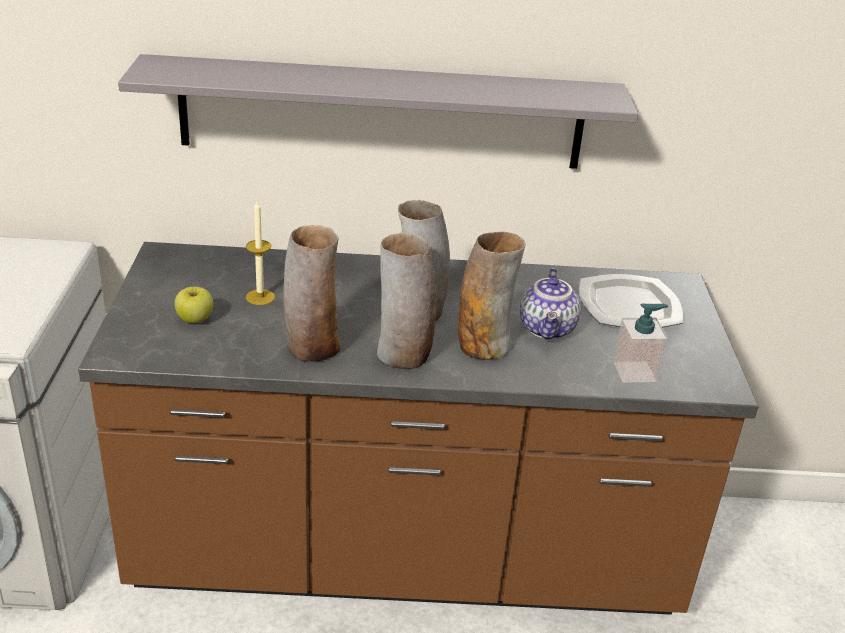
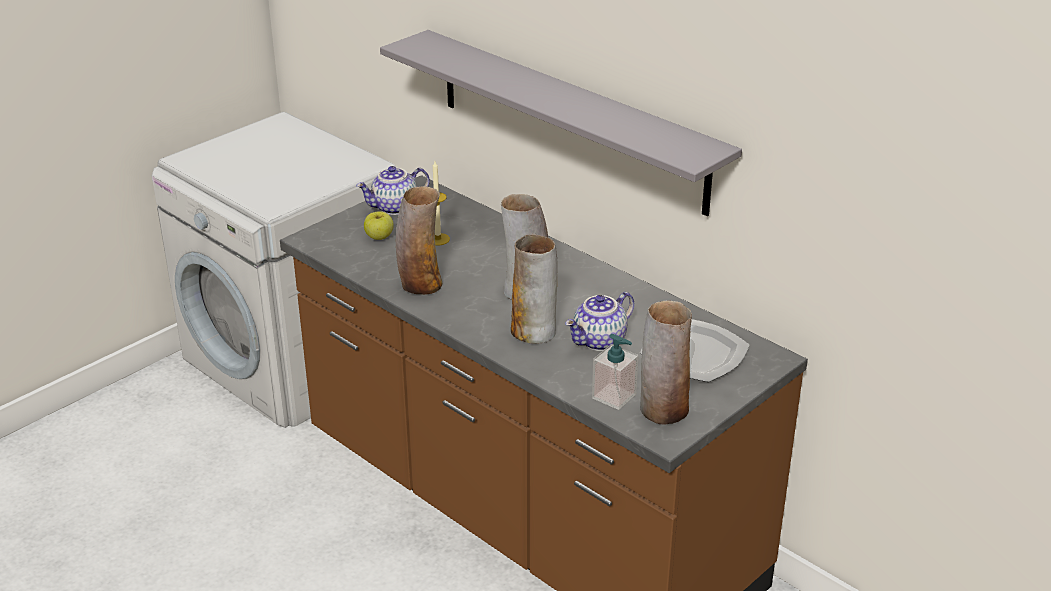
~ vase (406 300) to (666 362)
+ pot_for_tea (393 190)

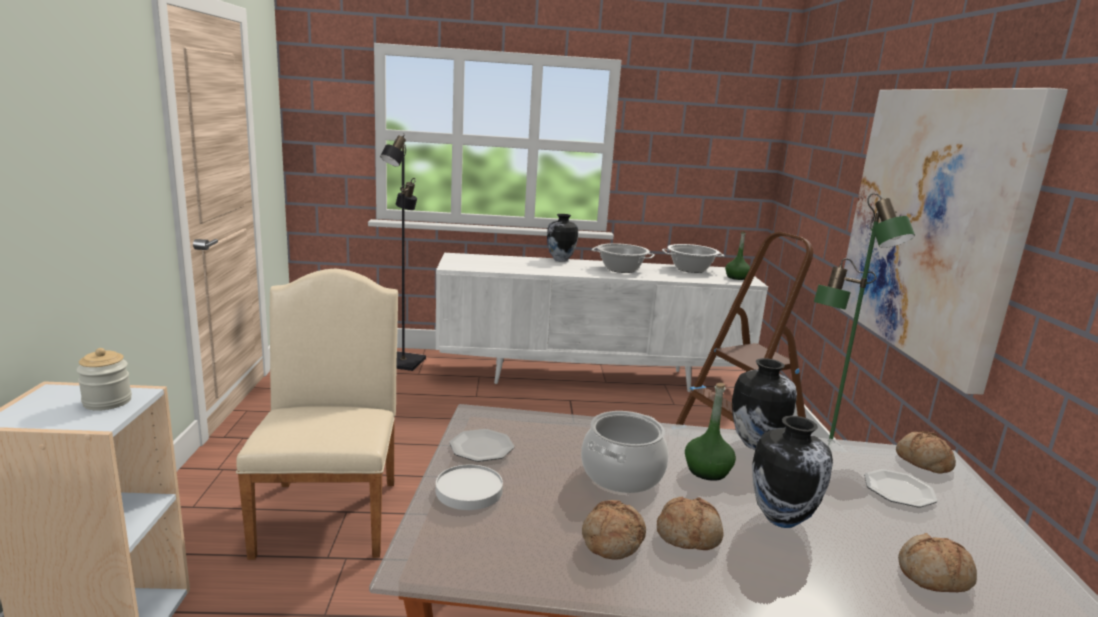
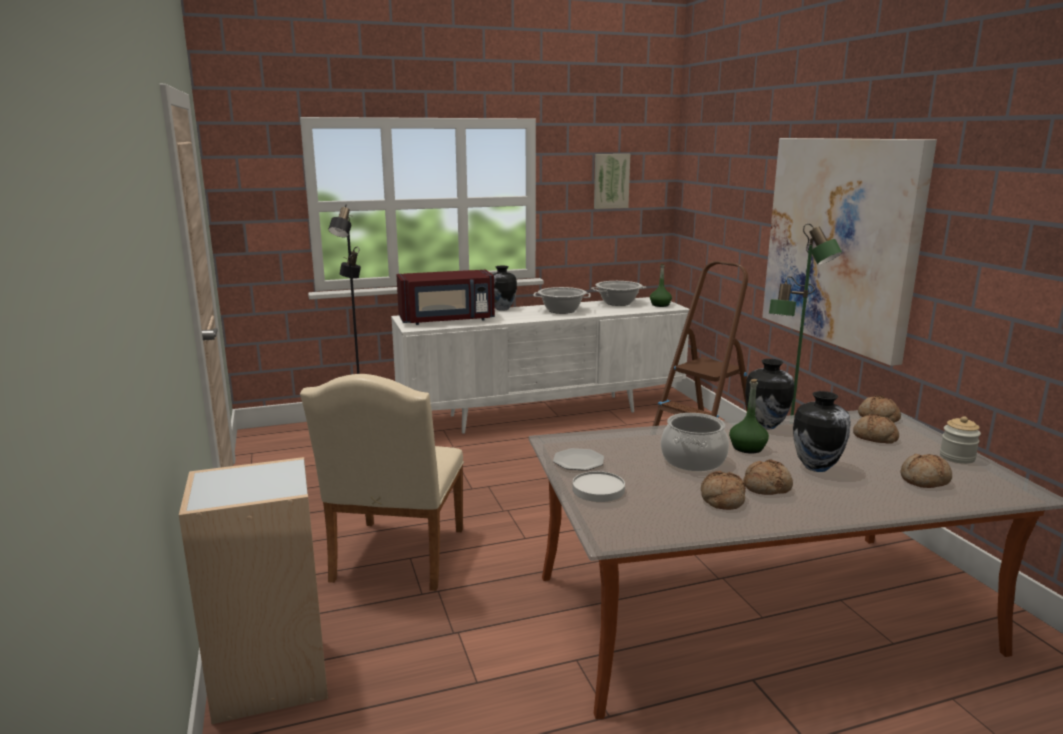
~ beige-coloured_chair (317 414) = (382 482) 150 degrees counterclockwise
~ jar (104 379) to (960 440)
~ plate (901 488) to bread (876 429)
+ wall_art (612 181)
+ red-coloured_microwave_oven (445 297)

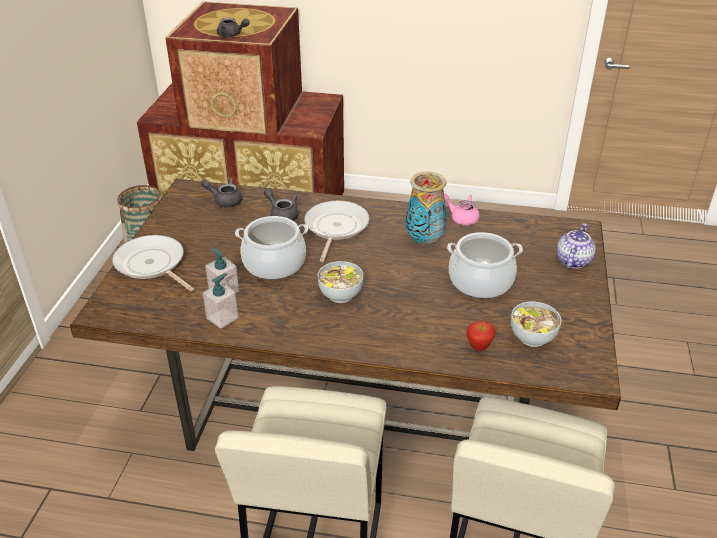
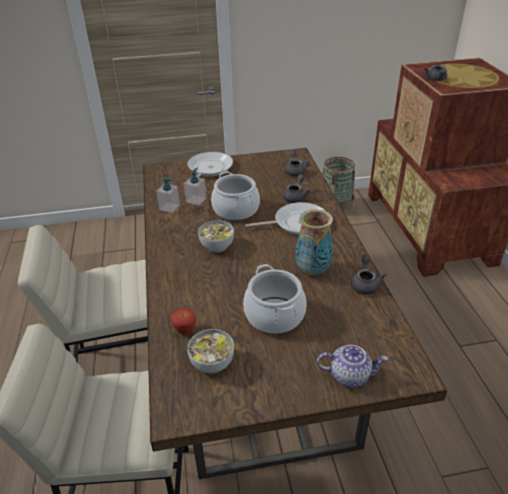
~ pink-coloured_pot_for_tea (462 209) to greyish_pot_for_tea (369 274)

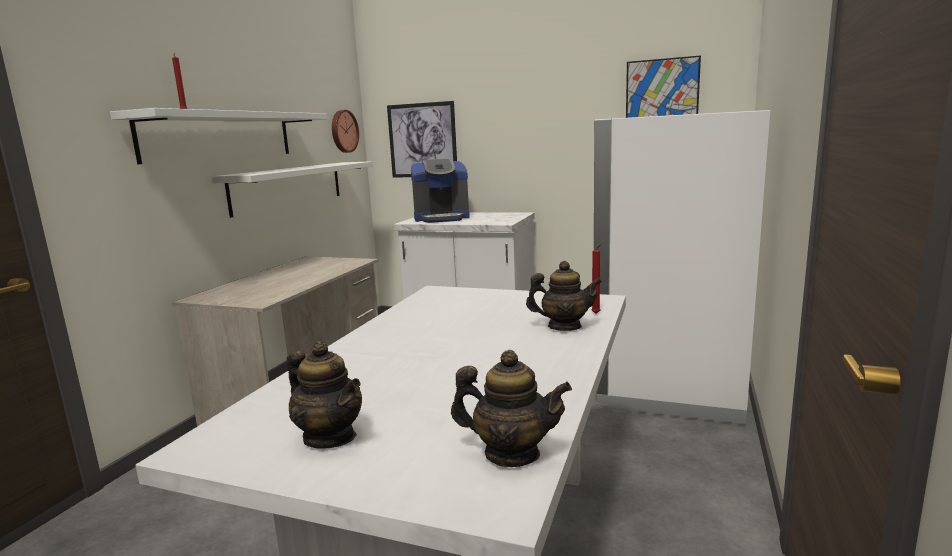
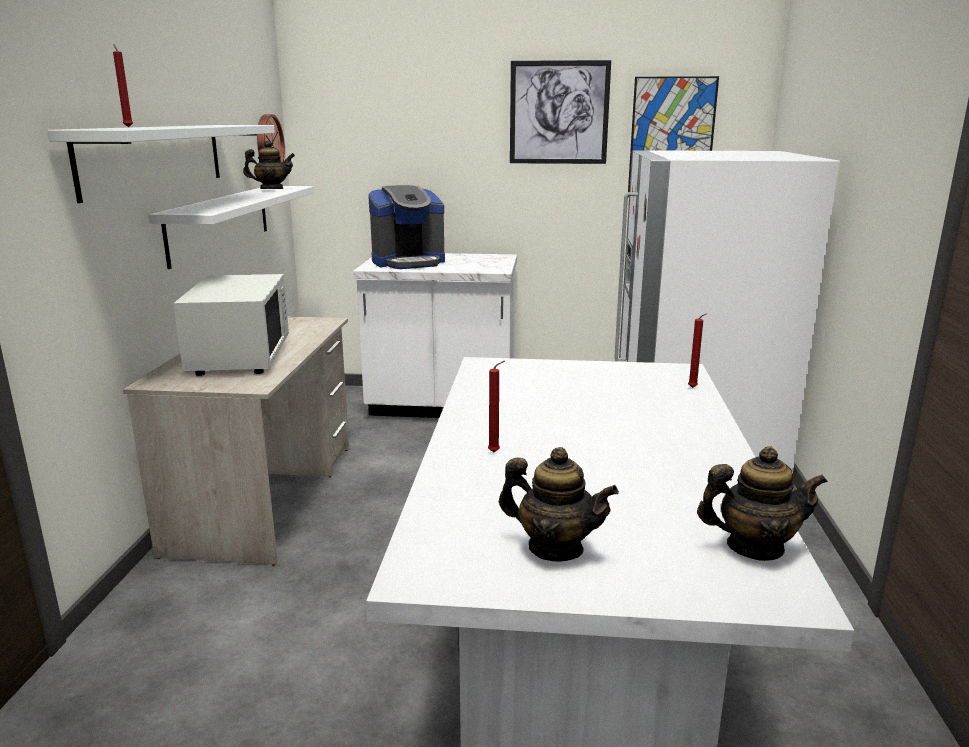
~ wall_art (422 139) to (560 112)
~ pot_for_tea (564 296) to (269 164)
+ whitish_microwave_oven (231 325)
+ red-coloured_wax_candle (496 406)

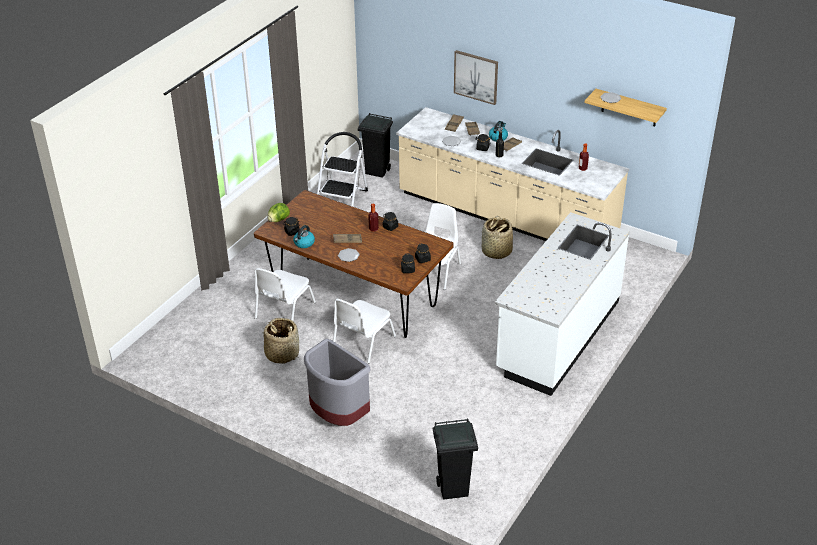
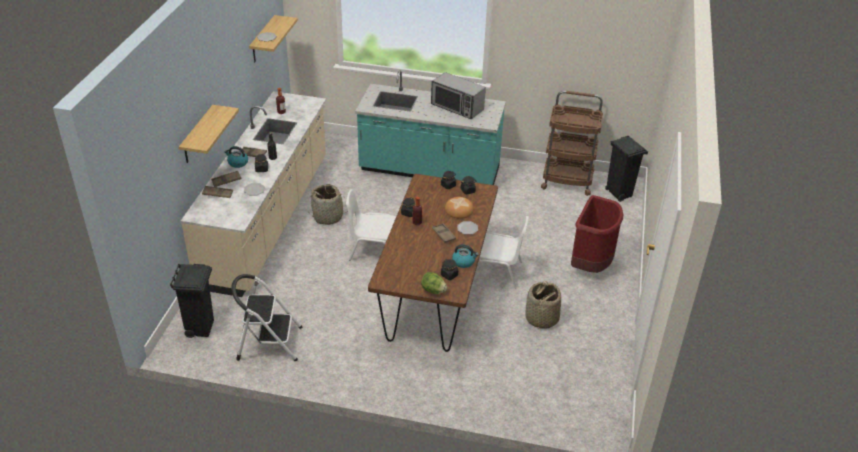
~ wall_art (476 77) to wall_shelf (209 134)
~ whitish_counter (562 304) to blue-green_counter (430 128)
- whitish_chair (285 294)
~ greyish_waste_bin (337 382) to red-coloured_waste_bin (597 234)
+ microwave_oven (458 95)
+ brown-coloured_wheeled_cart (572 143)
+ bread (459 208)

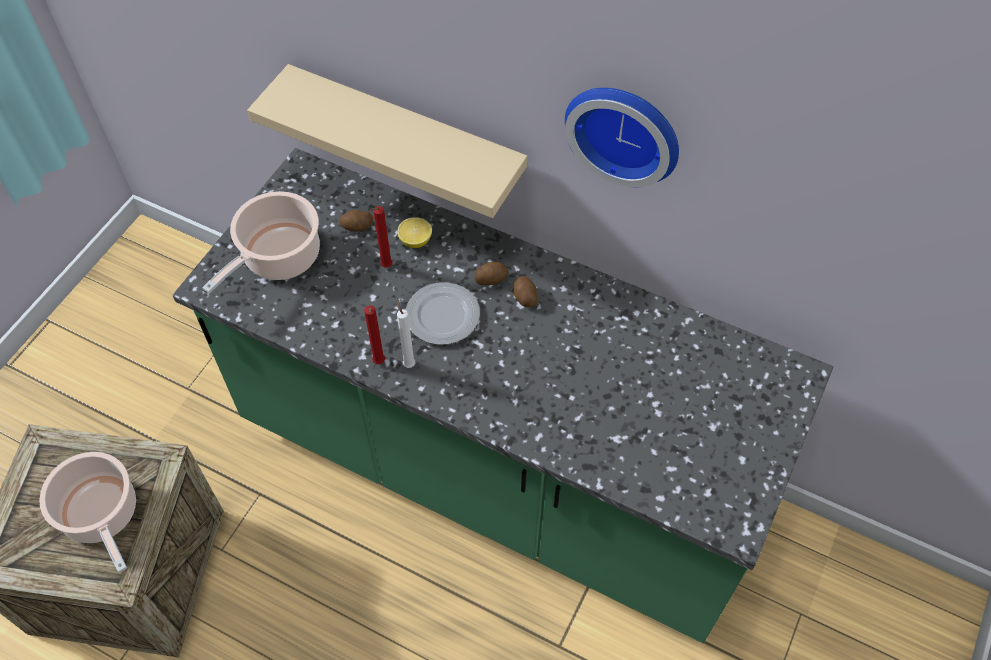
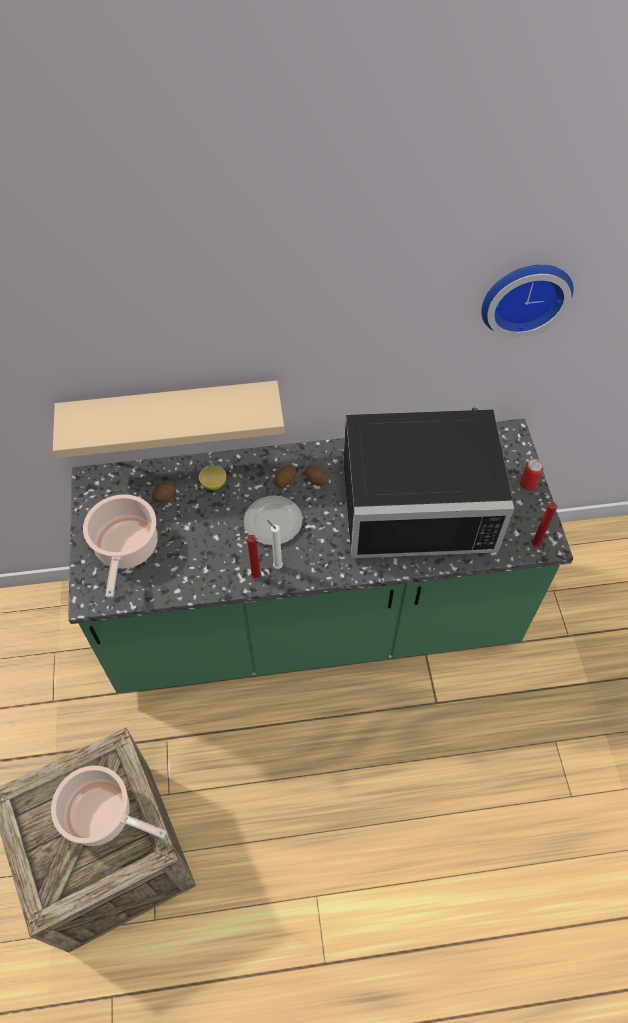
~ wall_clock (622 137) to (527 301)
~ red-coloured_wax_candle (381 237) to (544 524)
+ black_microwave_oven (429 483)
+ can (531 475)

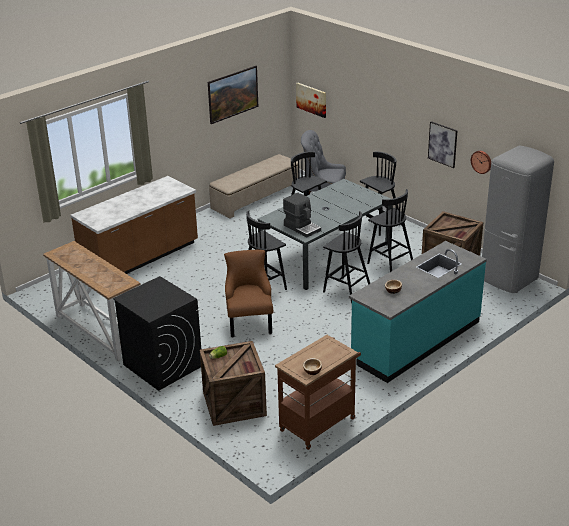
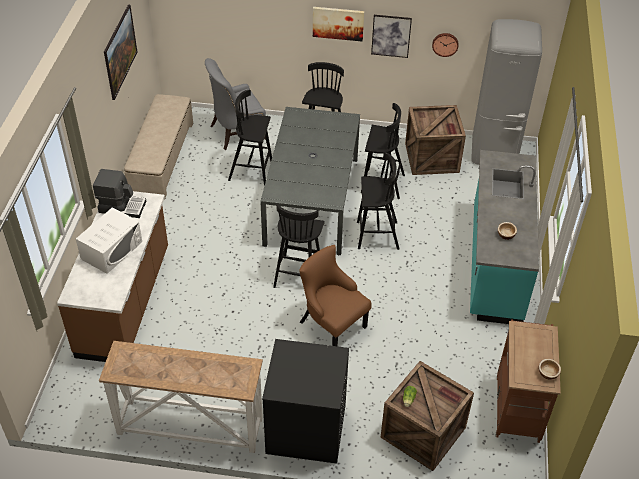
~ wall_art (311 100) to (338 24)
~ coffee_machine (302 215) to (120 193)
+ whitish_microwave_oven (109 240)

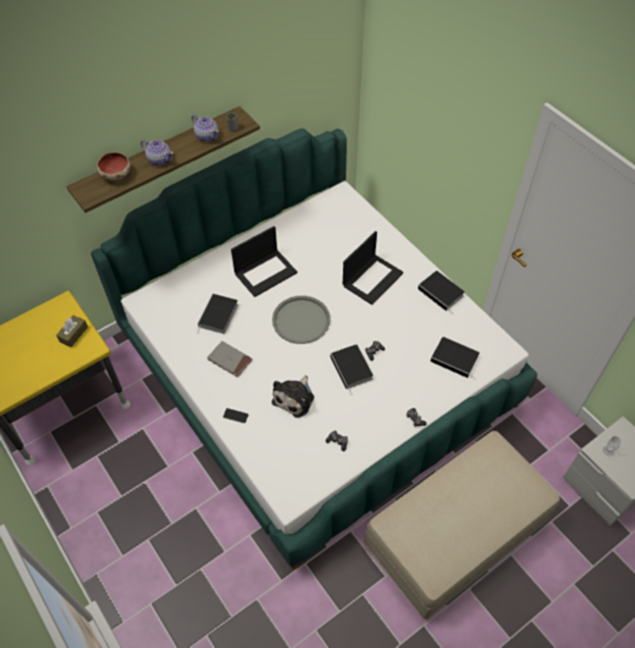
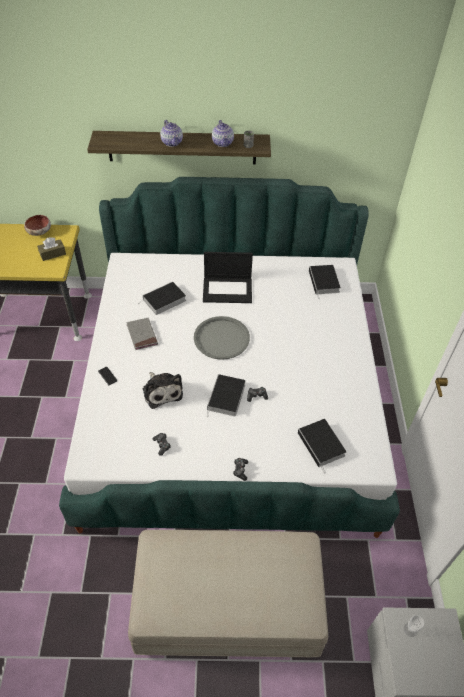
~ deep_dish (113 166) to (37 225)
- portable_computer (373 268)
~ book (441 292) to (325 282)
~ plush_toy (293 396) = (163 390) 90 degrees counterclockwise

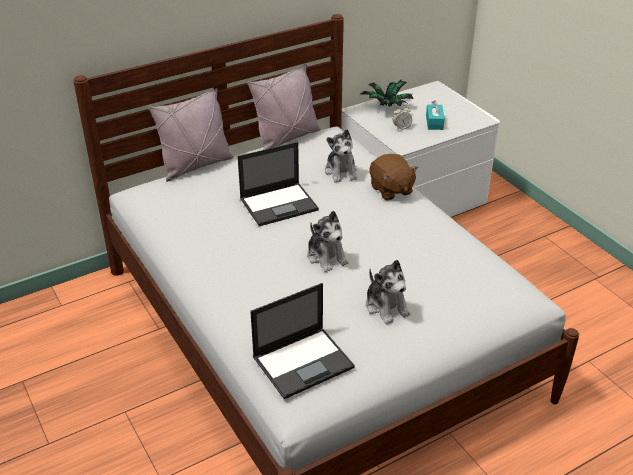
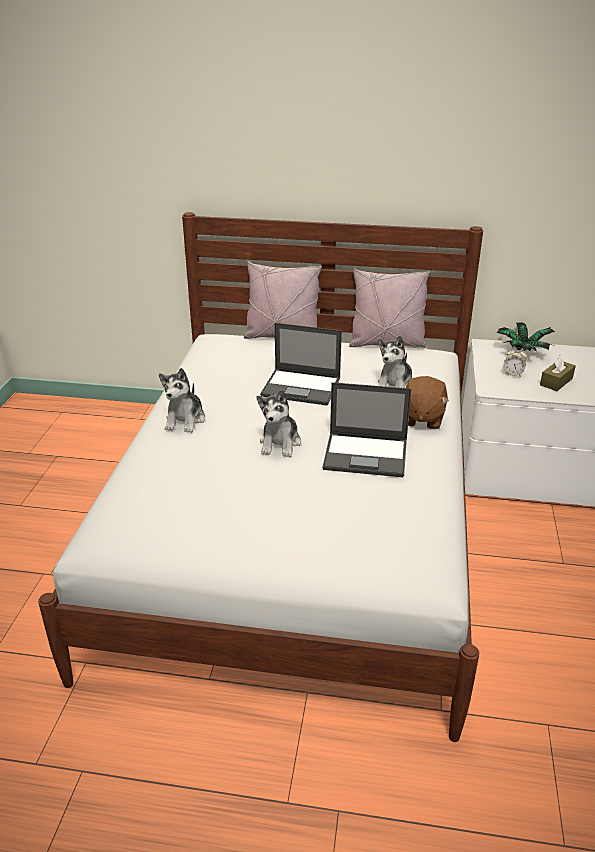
~ blue-green_tissue_box (435 115) to brown-coloured_tissue_box (558 373)
~ plush_toy (388 292) to (182 400)
~ portable_computer (302 341) to (367 429)

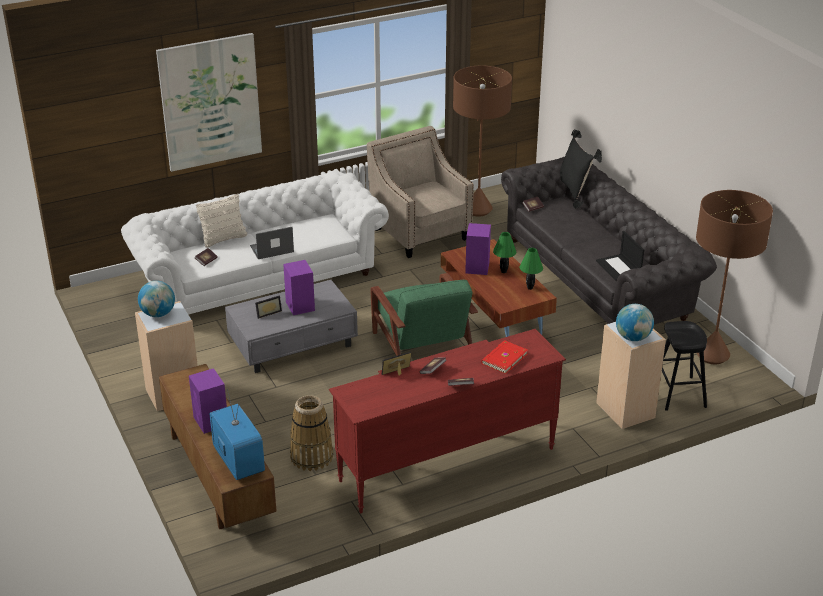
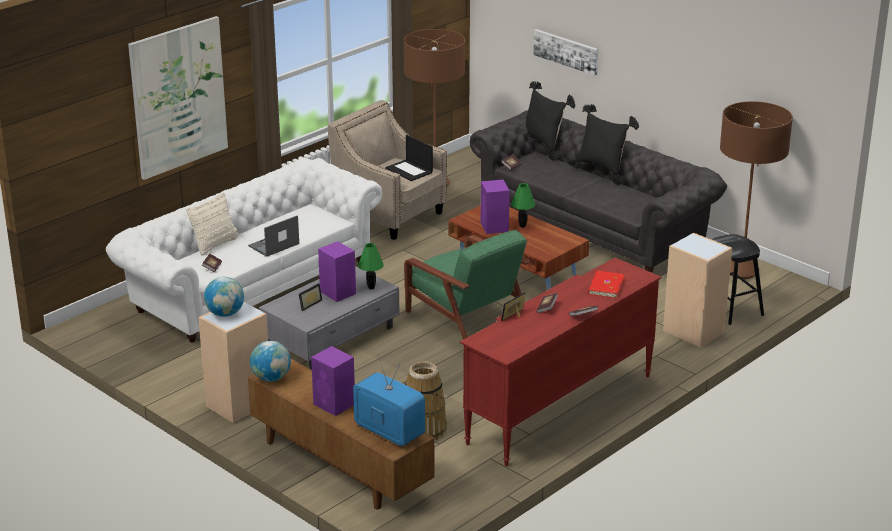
~ portable_computer (620 256) to (409 158)
~ green_lamp_for_a_table (531 269) to (371 266)
~ world_globe (635 322) to (270 361)
+ wall_art (565 52)
+ black_throw_pillow (603 145)

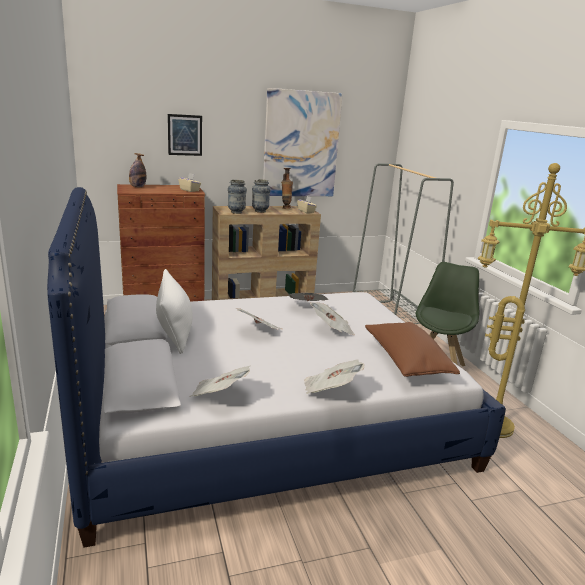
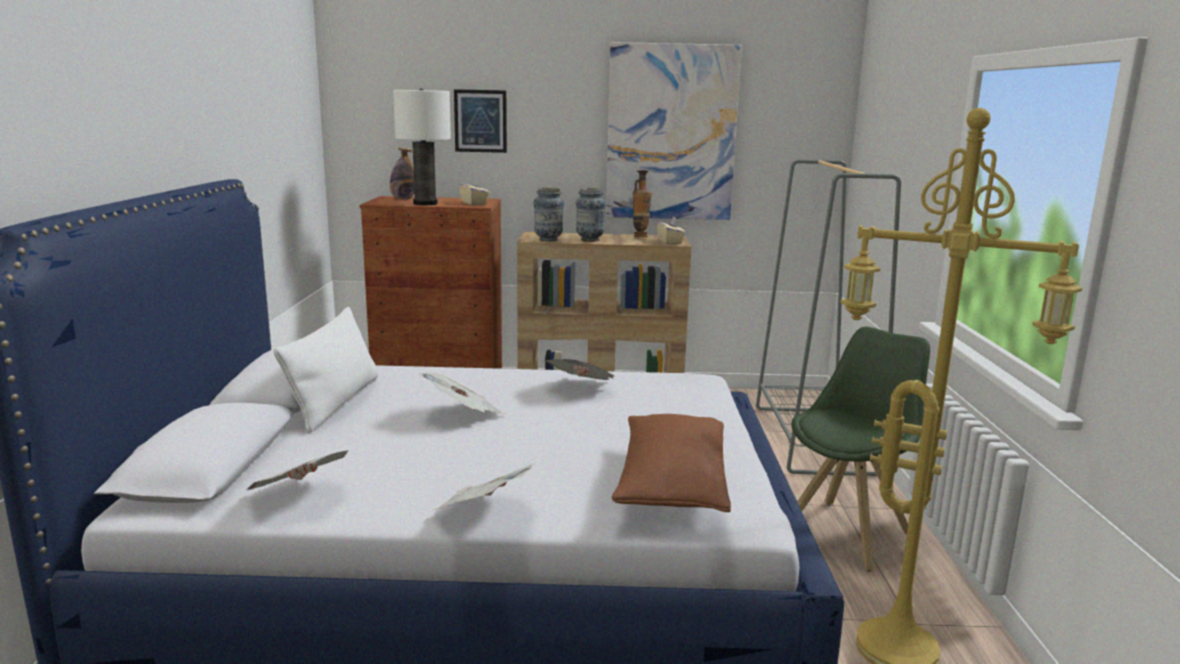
- newspaper (332 318)
+ whitish_lamp_for_a_table (422 147)

